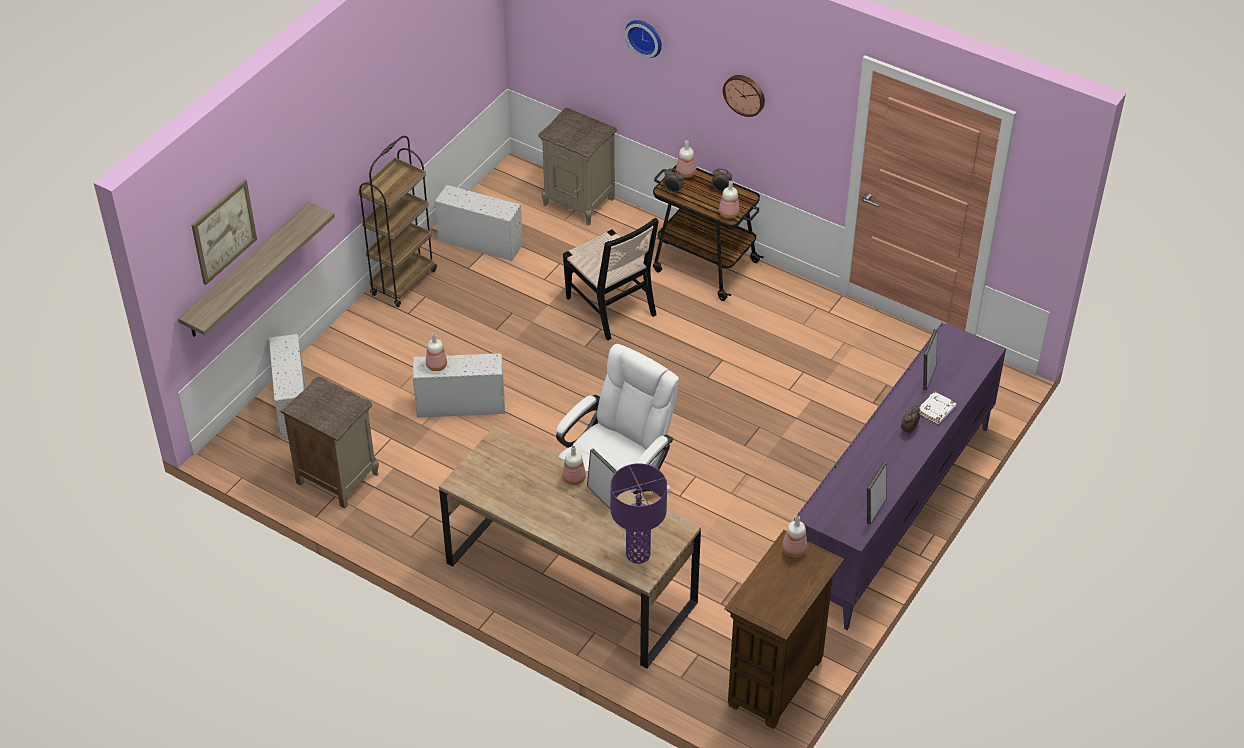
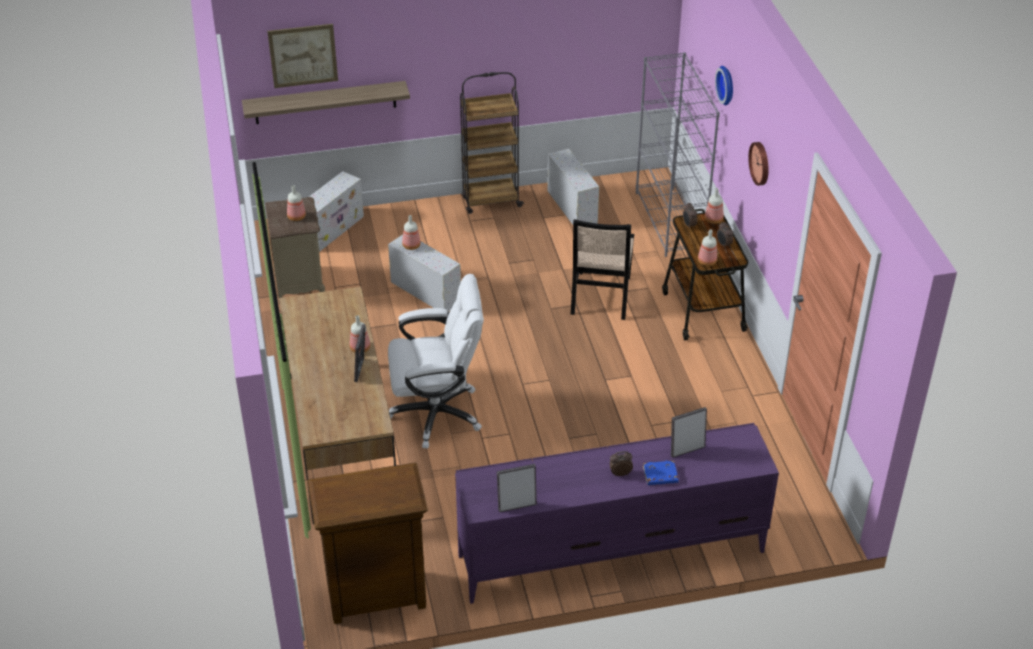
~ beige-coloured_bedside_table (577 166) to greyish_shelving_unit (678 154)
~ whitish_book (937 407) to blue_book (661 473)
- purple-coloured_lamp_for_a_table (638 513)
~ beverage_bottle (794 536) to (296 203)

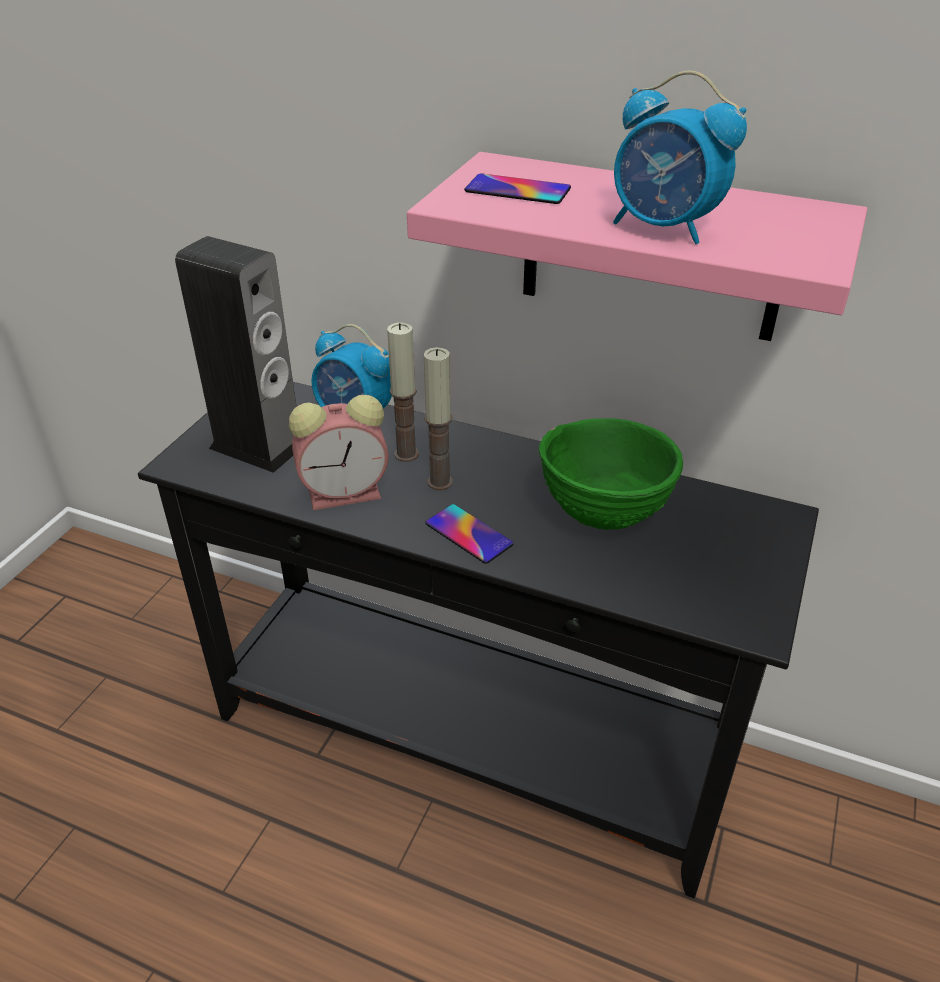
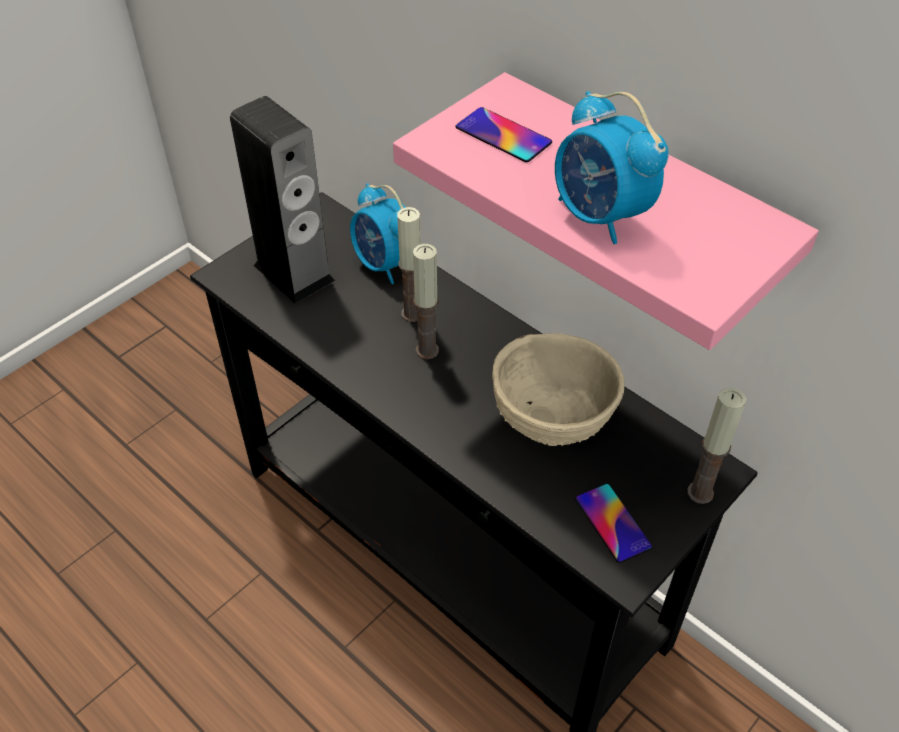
- alarm_clock (339 452)
~ green_deep_dish (611 474) to beige-coloured_deep_dish (558 389)
~ handset (469 534) to (613 523)
+ wax_candle (716 446)

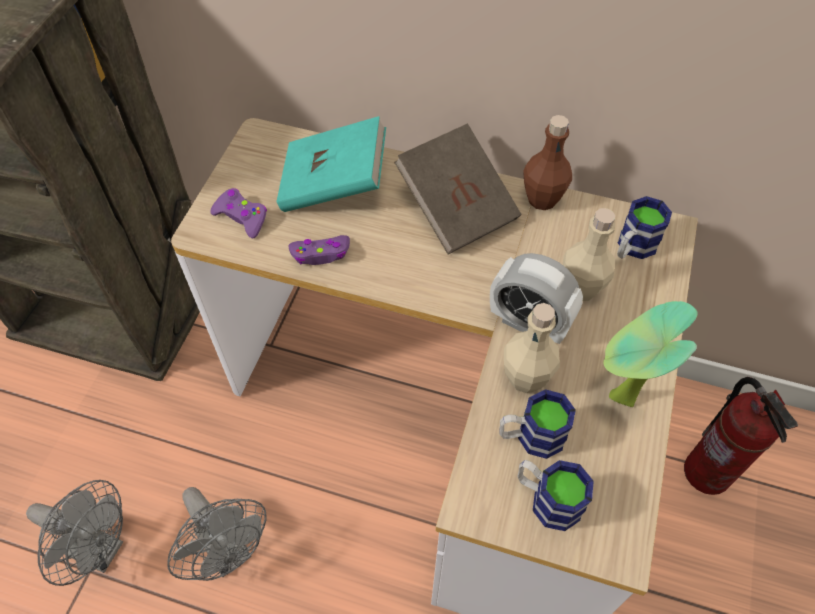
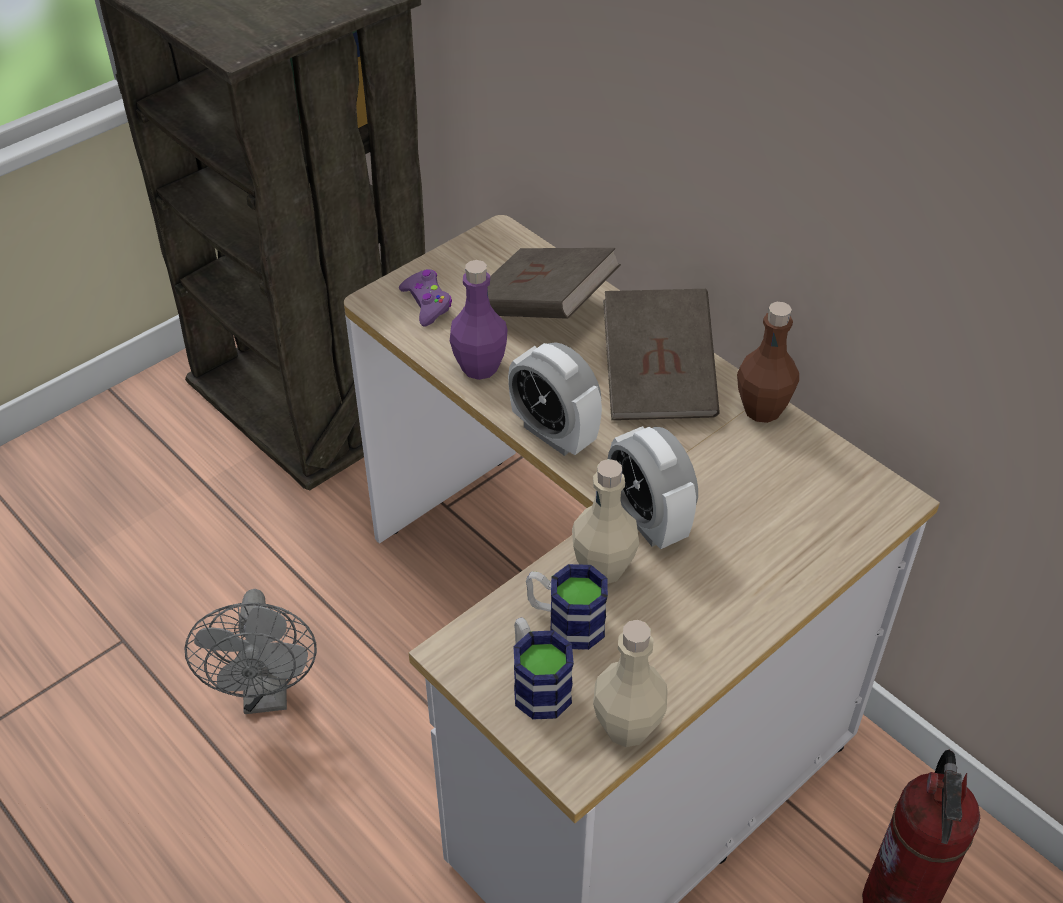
~ blue-green_book (331 164) to brown-coloured_book (554 283)
- coffee_mug (644 227)
~ beige-coloured_beverage_bottle (589 254) to (630 683)
~ purple-coloured_joypad (319 250) to purple-coloured_beverage_bottle (478 320)
- plant_in_a_pot (650 354)
- greyish_cooling_fan (74 533)
+ alarm_clock (555 399)

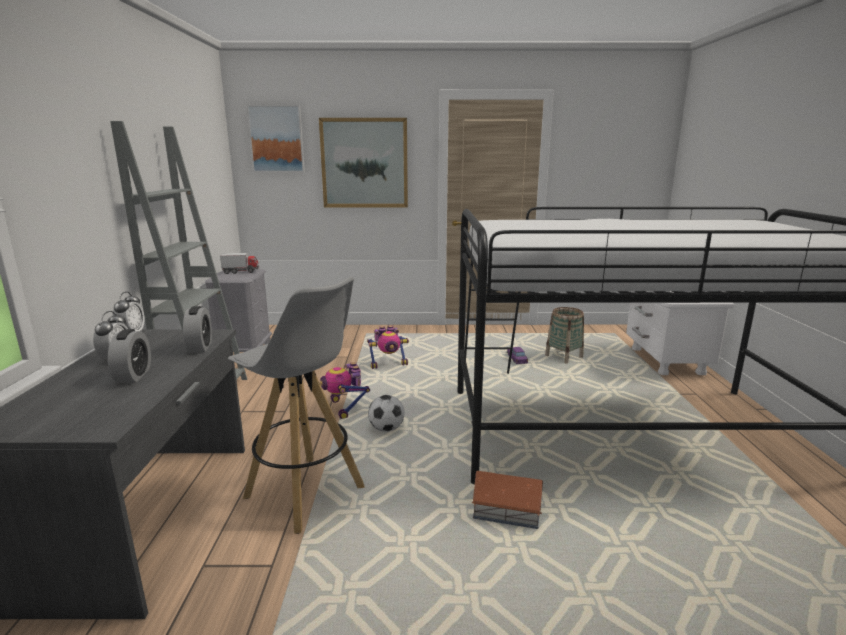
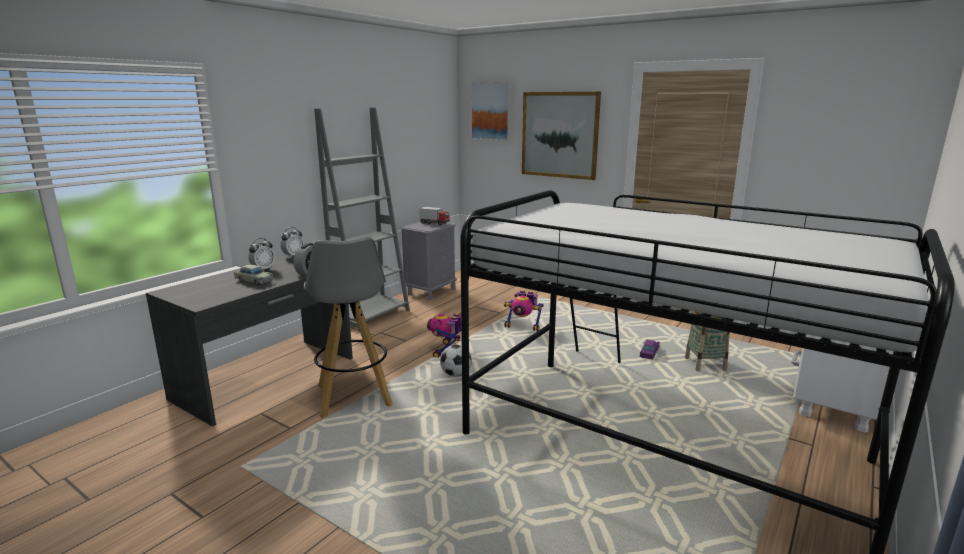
~ alarm_clock (129 356) to beige-coloured_toy_car (254 275)
- model_house (507 500)

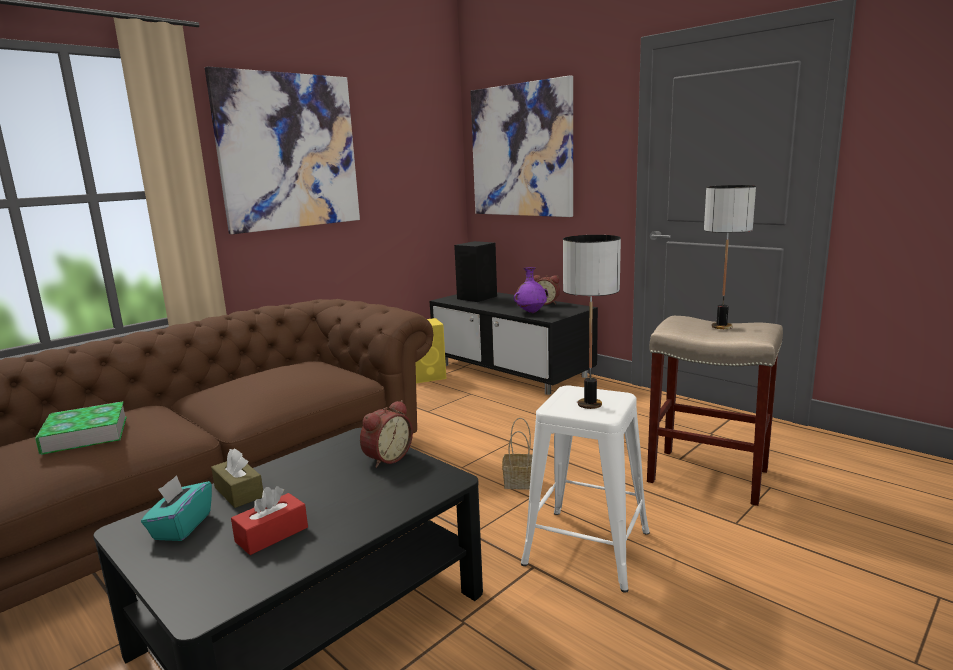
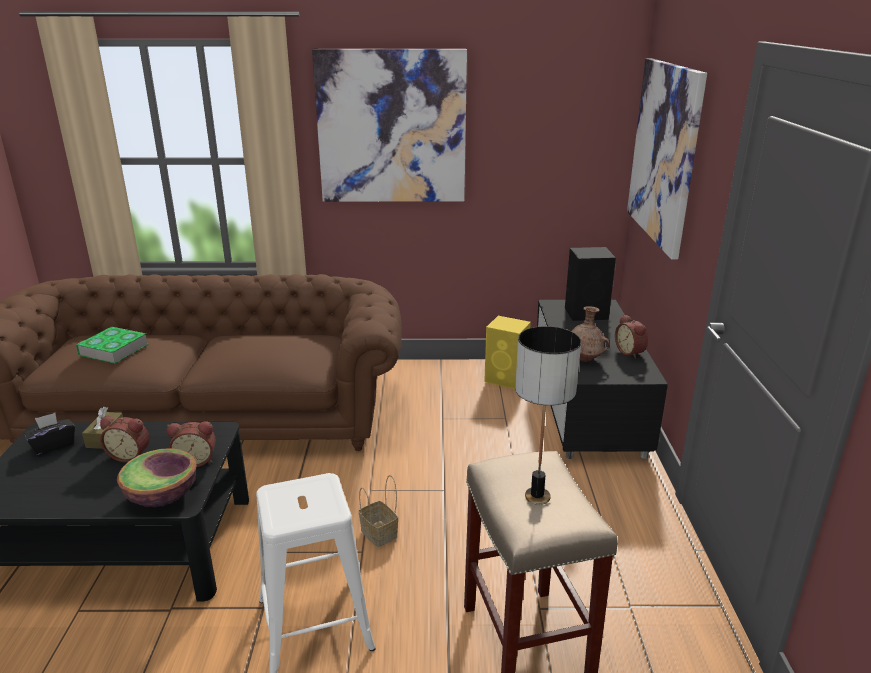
- lamp_for_a_table (592 322)
~ purple-coloured_vase (531 290) to brown-coloured_vase (591 334)
~ blue-green_tissue_box (176 508) to black_tissue_box (49 434)
- red-coloured_tissue_box (269 520)
+ alarm_clock (125 439)
+ deep_dish (157 477)

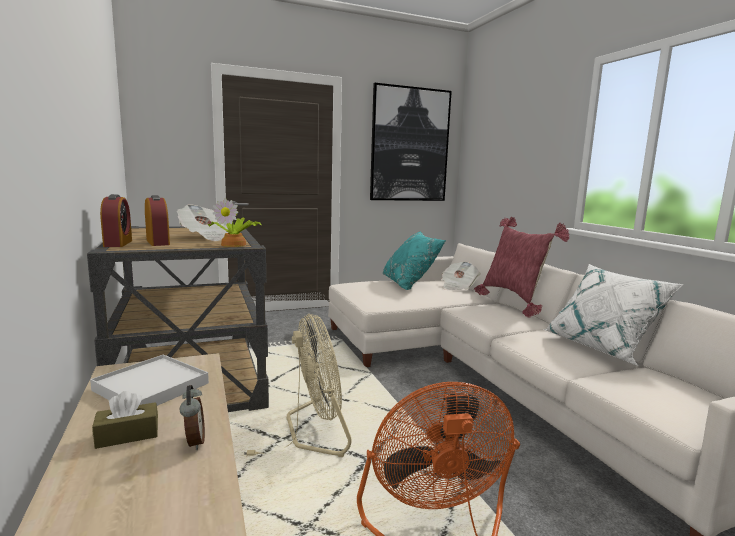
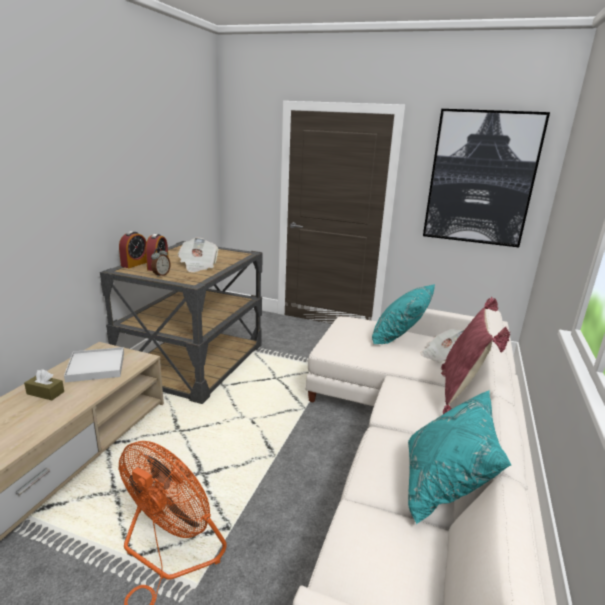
- plant_in_a_pot (234 222)
~ whitish_throw_pillow (614 315) to blue-green_throw_pillow (459 457)
- beige-coloured_cooling_fan (297 385)
~ alarm_clock (192 417) to (160 262)

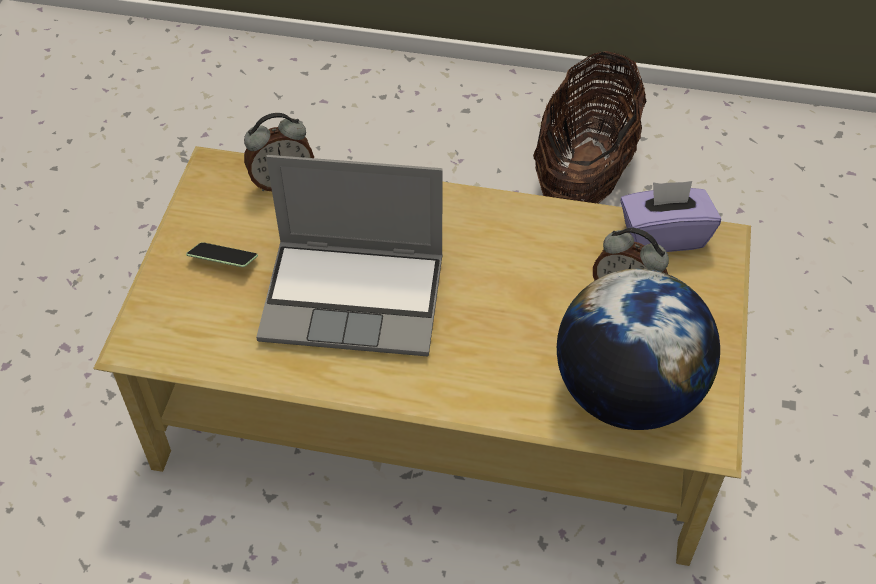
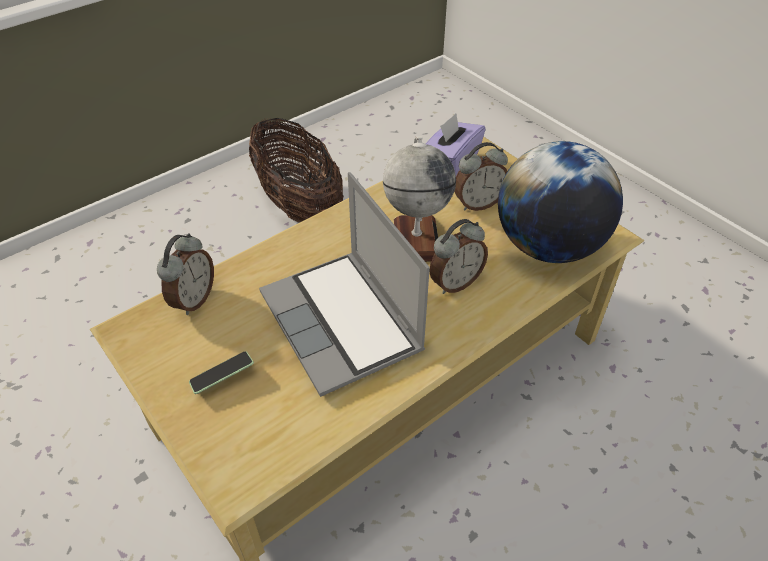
~ portable_computer (349 256) = (344 284) 105 degrees clockwise
+ world_globe (419 199)
+ alarm_clock (458 256)

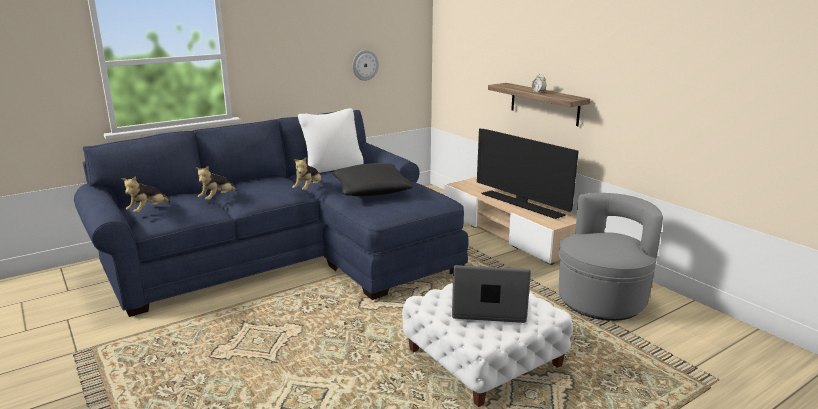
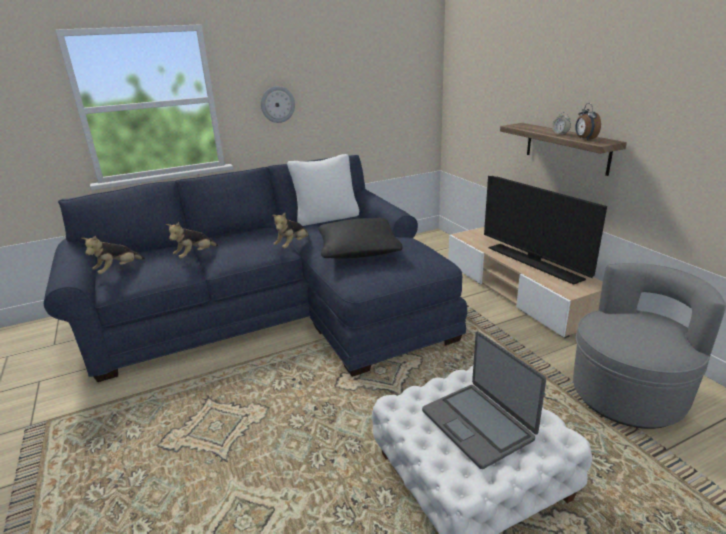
~ wall_clock (365 65) to (278 104)
~ portable_computer (491 294) = (484 400) 135 degrees counterclockwise
+ alarm_clock (588 121)

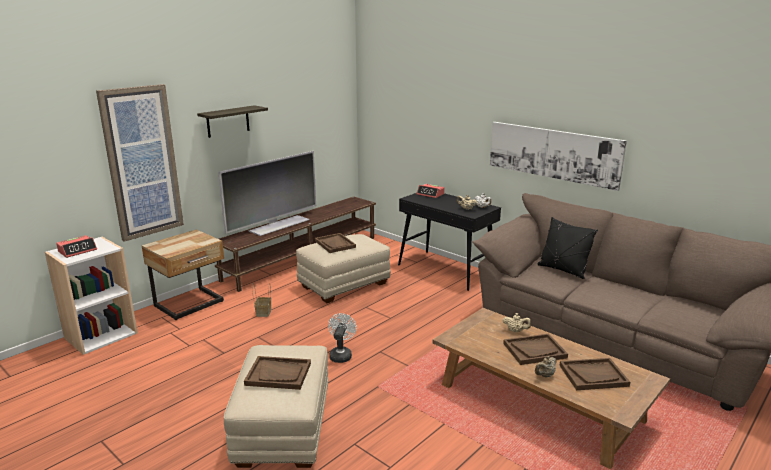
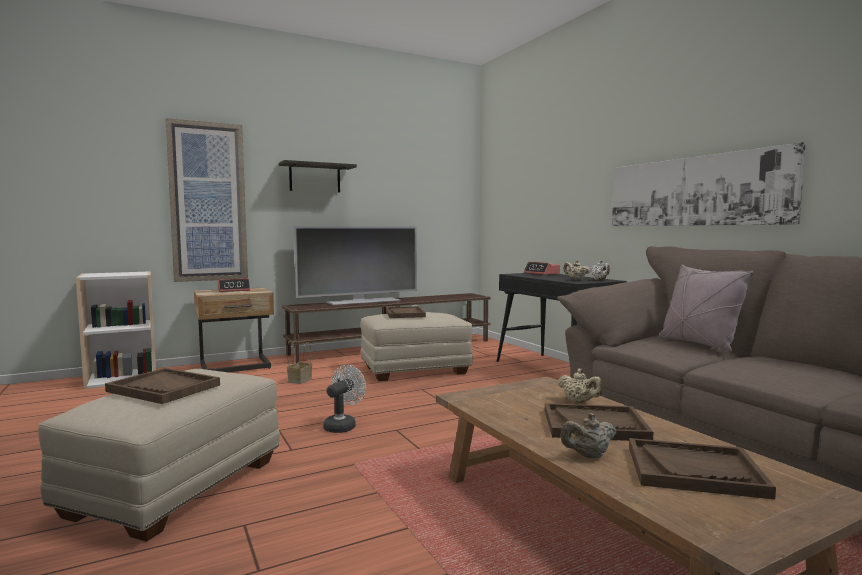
~ black_throw_pillow (568 248) to purple-coloured_throw_pillow (706 308)
~ alarm_clock (76 246) to (233 285)

